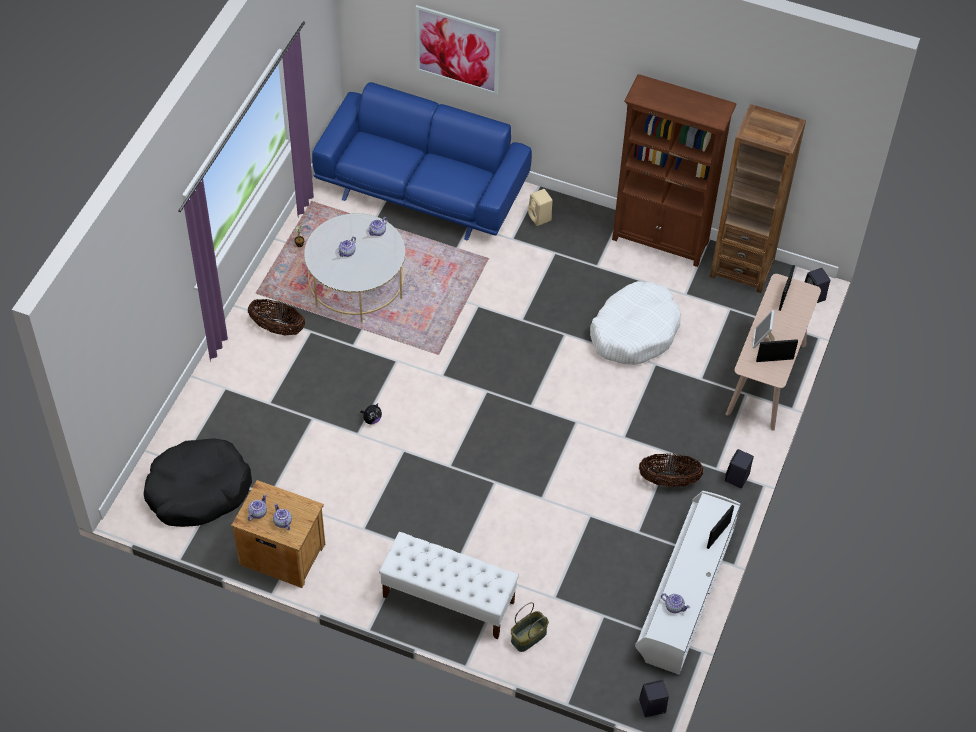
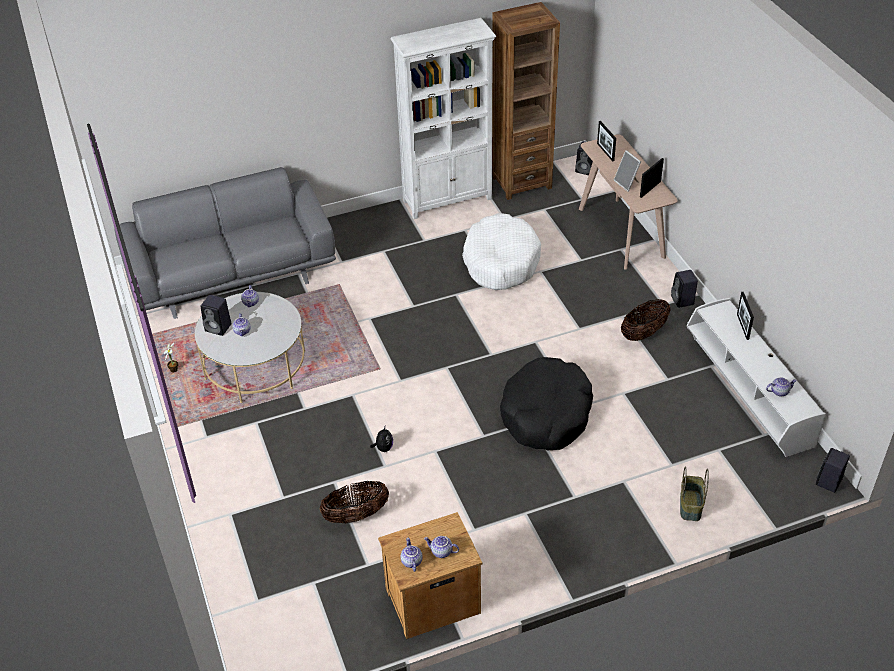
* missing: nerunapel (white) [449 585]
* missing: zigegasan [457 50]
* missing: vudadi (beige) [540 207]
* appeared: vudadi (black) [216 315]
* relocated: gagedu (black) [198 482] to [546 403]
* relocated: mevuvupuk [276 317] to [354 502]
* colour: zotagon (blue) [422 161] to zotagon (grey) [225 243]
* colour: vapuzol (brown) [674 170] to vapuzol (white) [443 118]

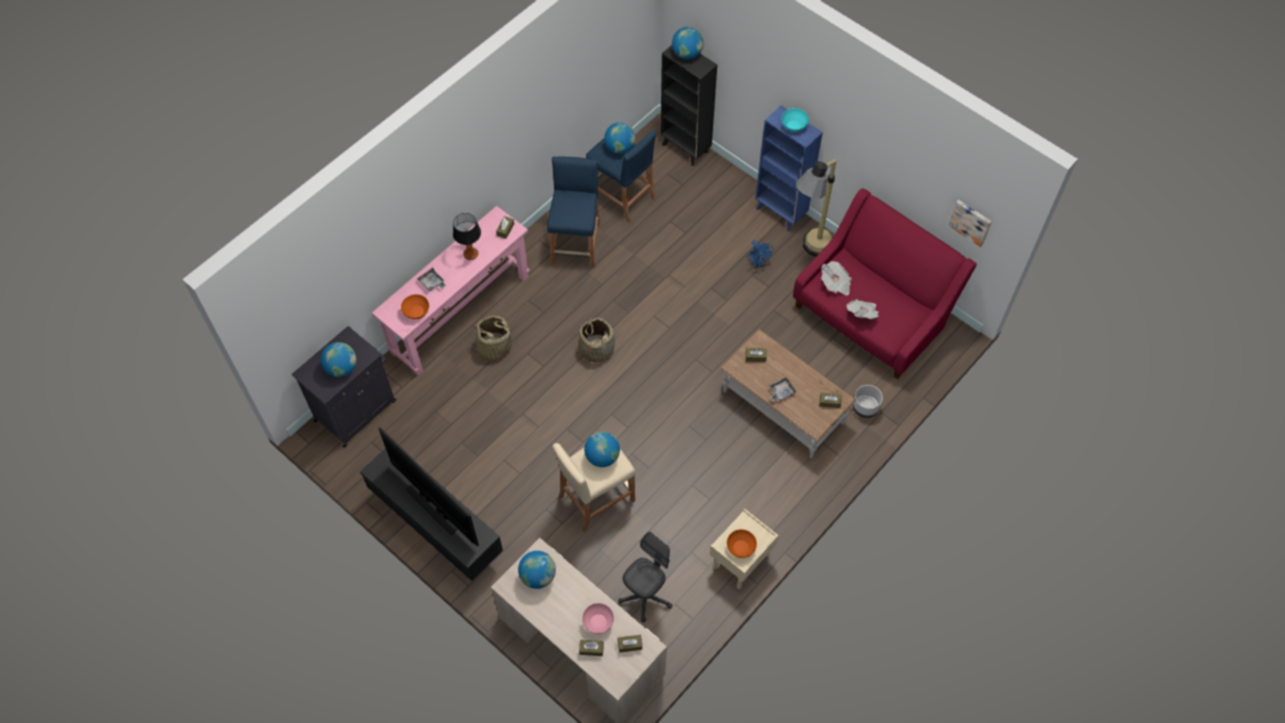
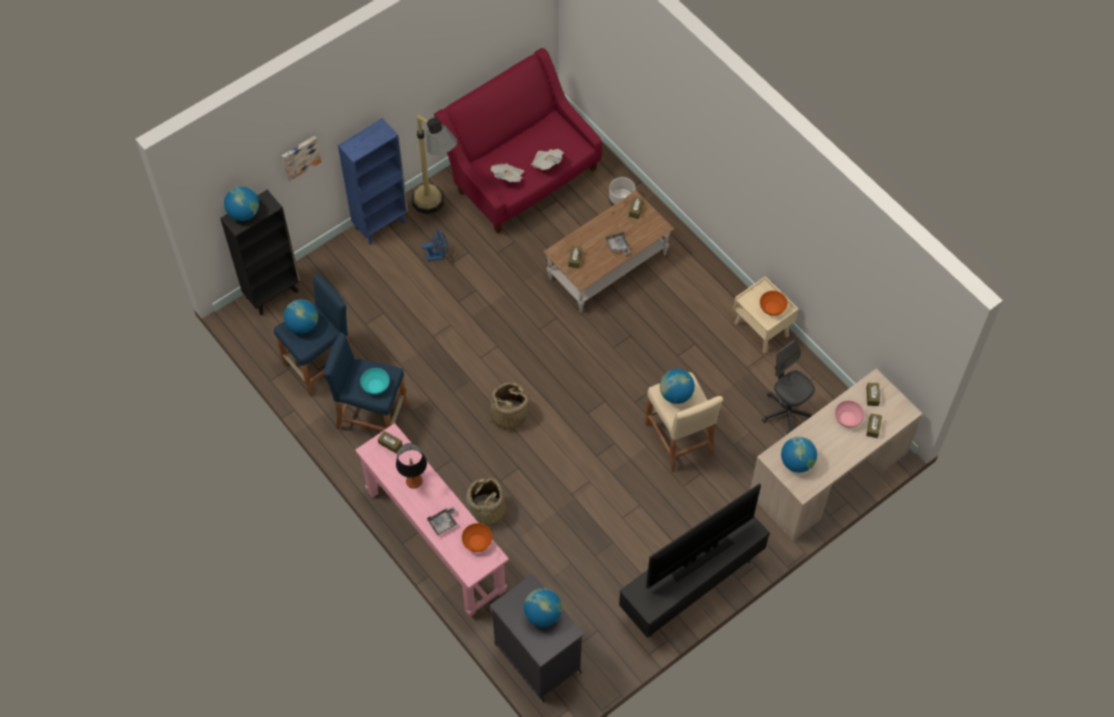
* relocated: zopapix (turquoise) [795 120] to [374 381]
* relocated: zigegasan [970 223] to [302 159]

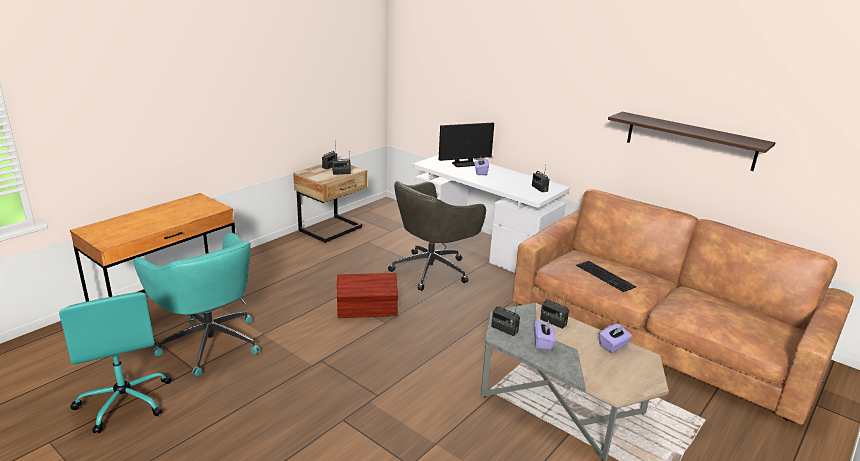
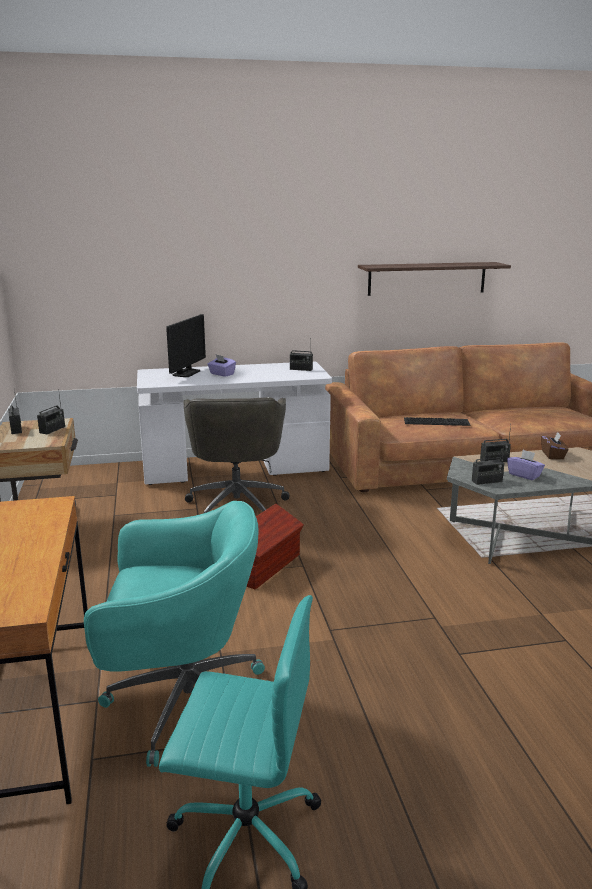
* colour: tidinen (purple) [615 338] to tidinen (brown) [554 445]

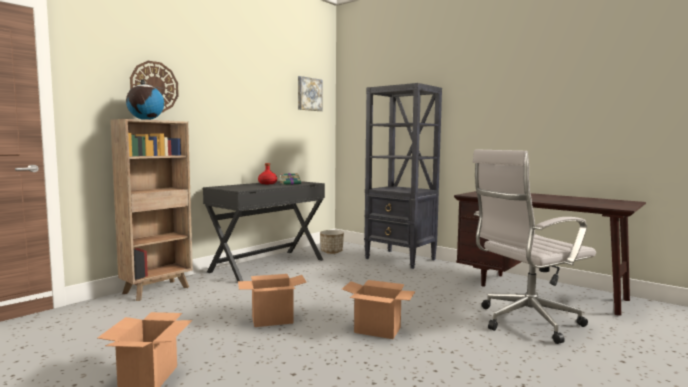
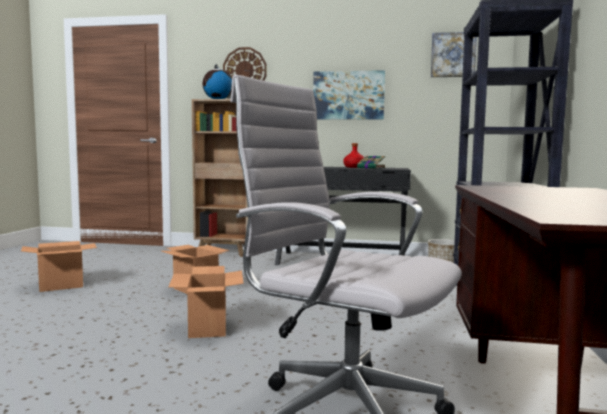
* appeared: zigegasan [349 95]

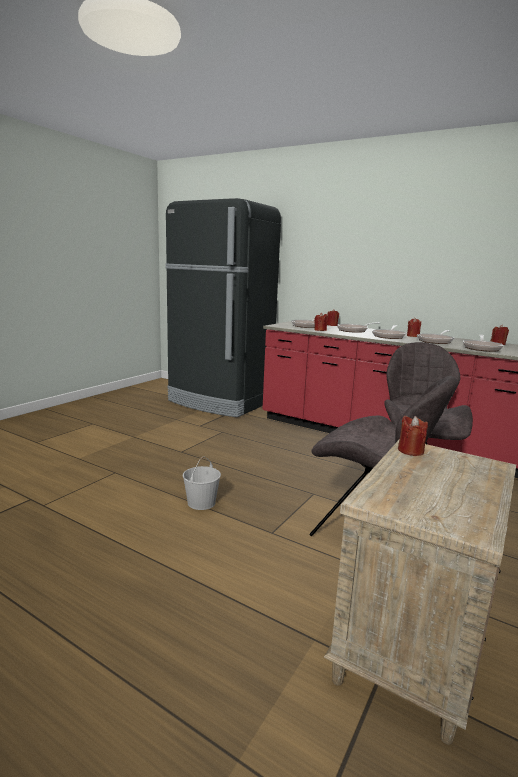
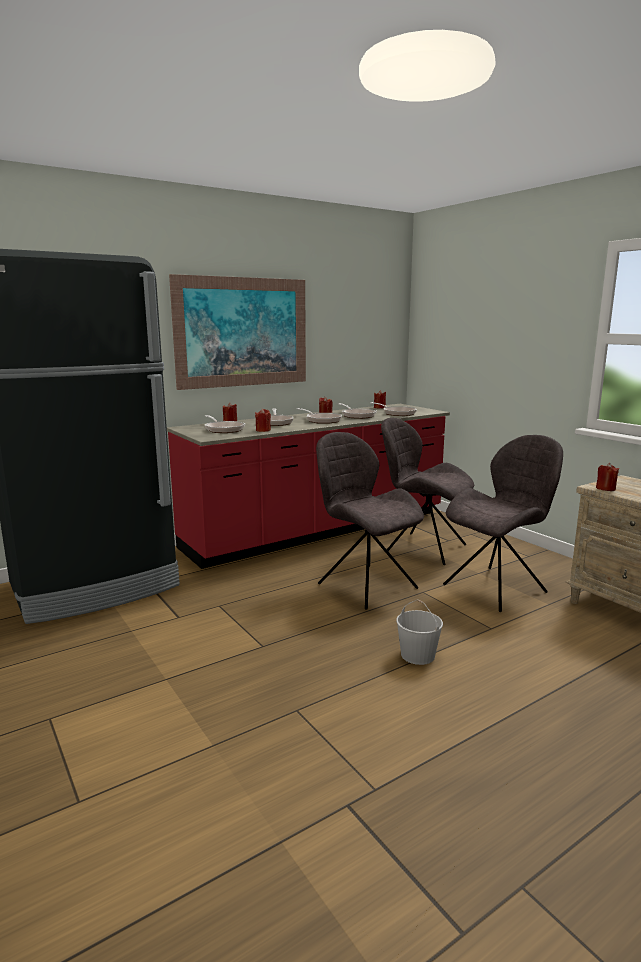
* appeared: zigegasan [237 332]
* appeared: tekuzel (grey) [370 521]

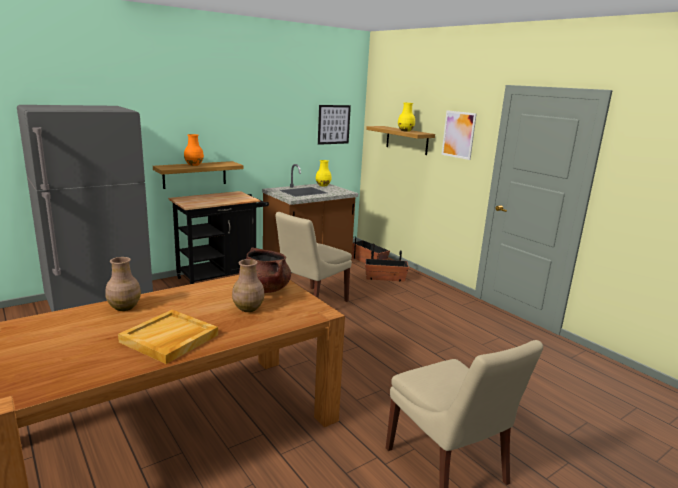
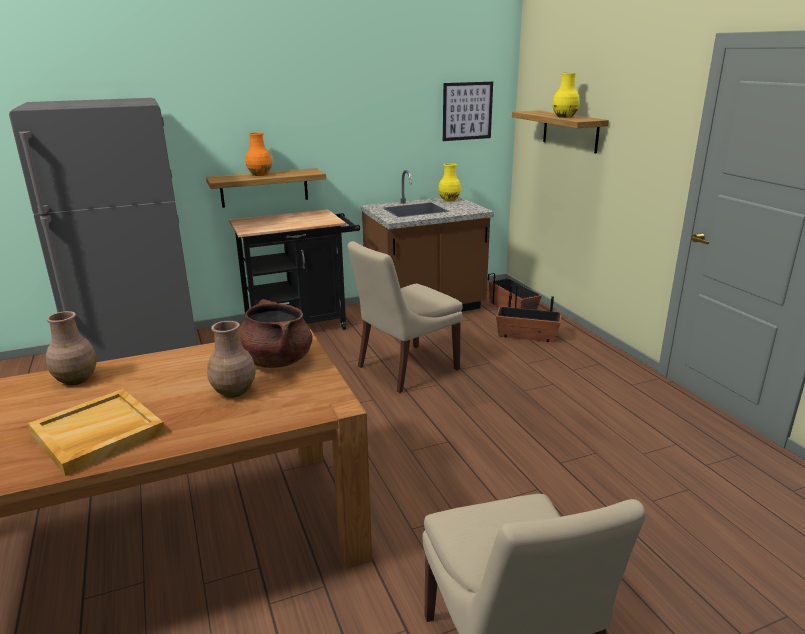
* missing: zigegasan [459 135]

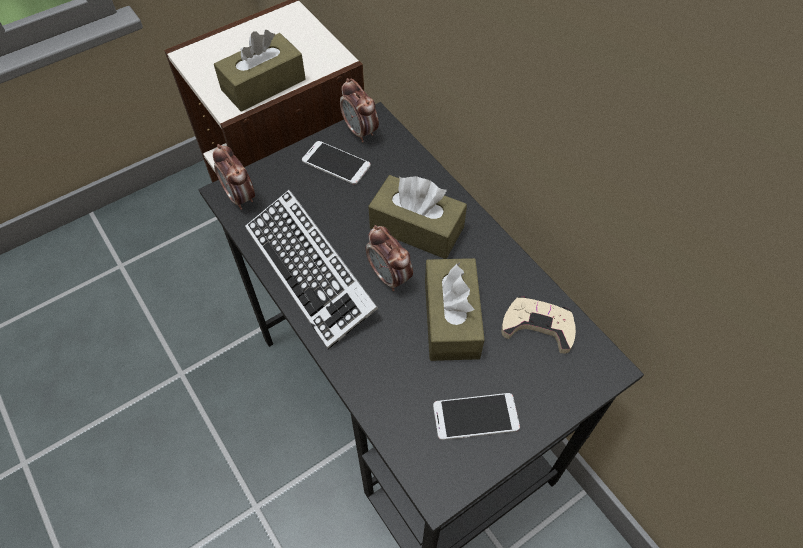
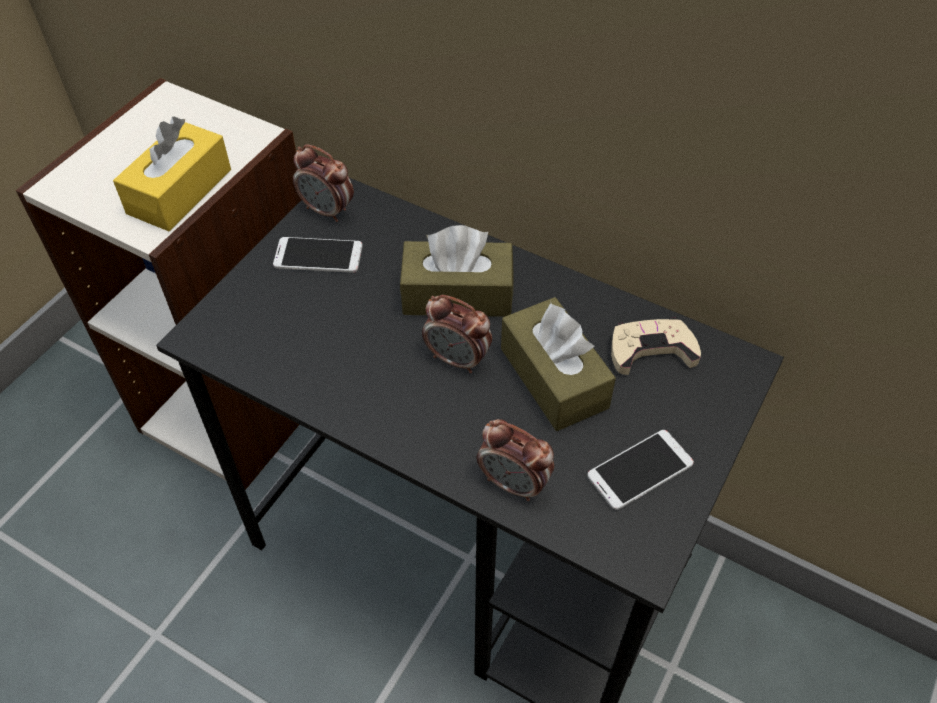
* missing: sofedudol [311 269]
* relocated: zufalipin [234 177] to [515 460]
* colour: tidinen (brown) [260 71] to tidinen (yellow) [172 173]

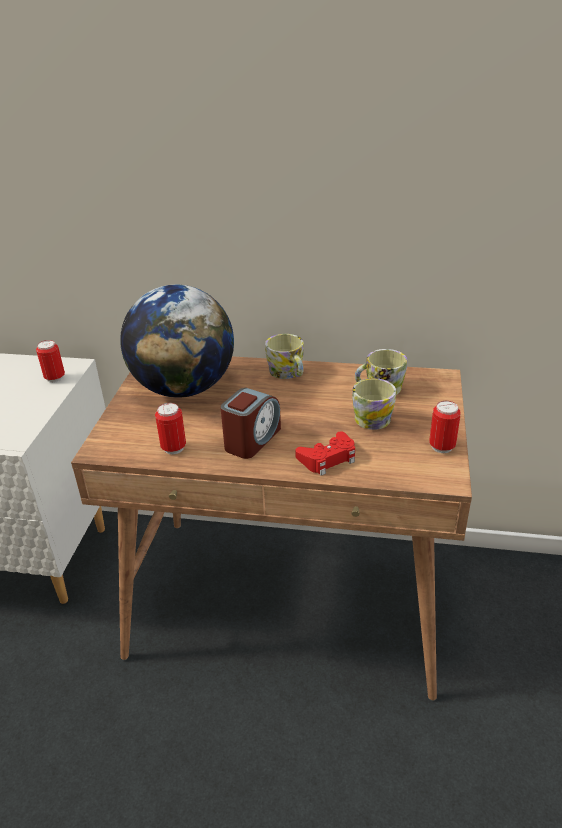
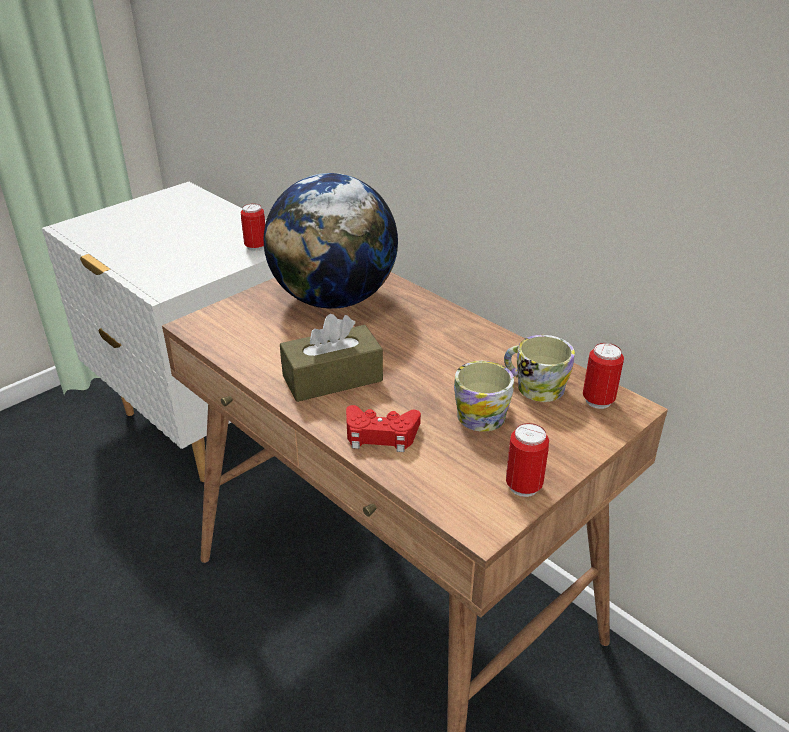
* missing: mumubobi [284 356]
* relocated: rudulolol [170 428] to [603 376]
* exchanged: zufalipin [251 423] to tidinen (brown) [331 358]

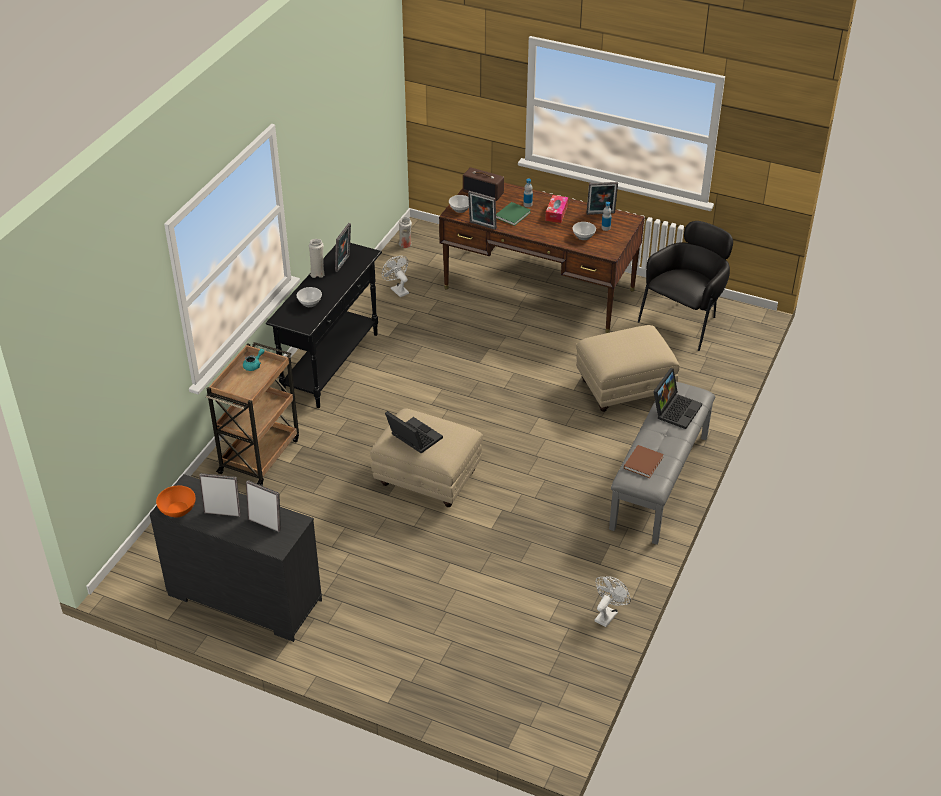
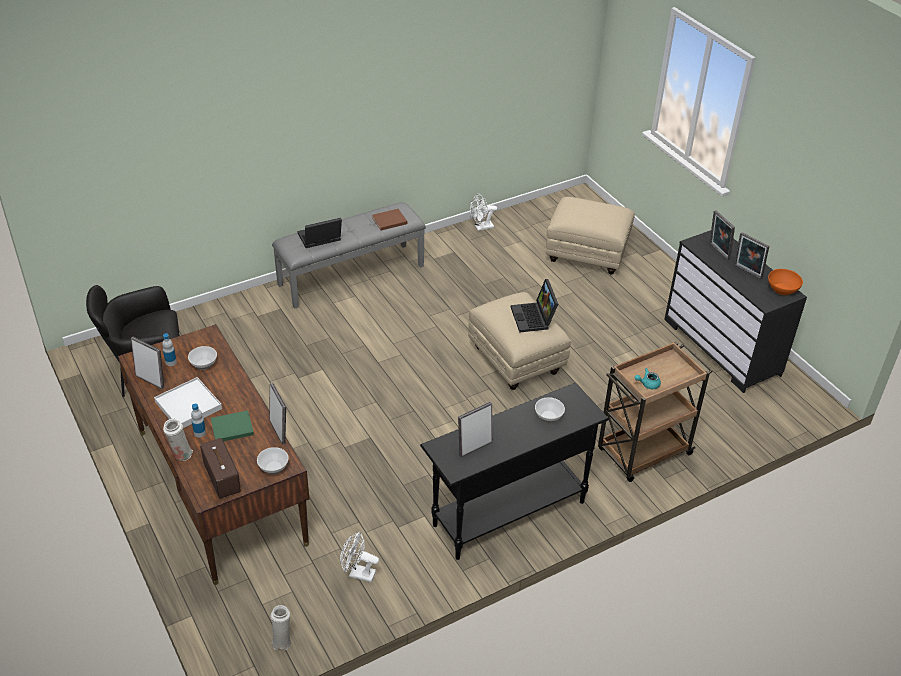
* relocated: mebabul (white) [317 258] to [178 440]
* relocated: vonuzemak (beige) [628 368] to [590 235]
* exchanged: tidinen [556 209] to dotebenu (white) [188 402]
* spun: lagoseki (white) [395 276] = [359 557] 105 degrees clockwise

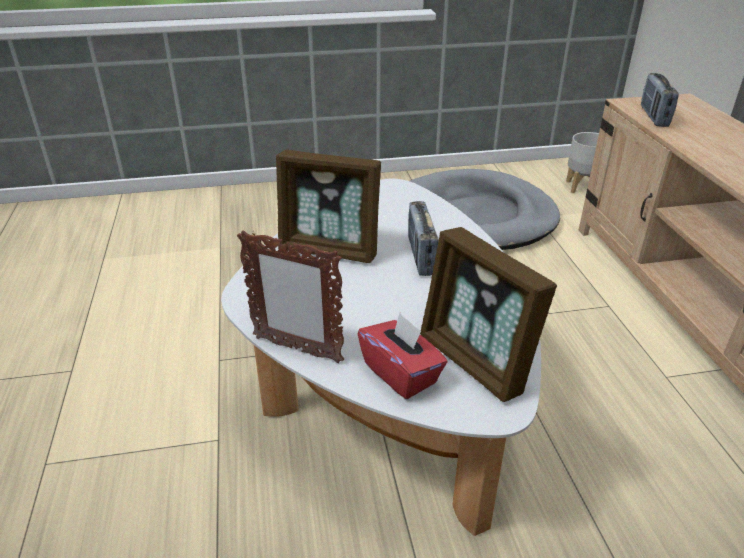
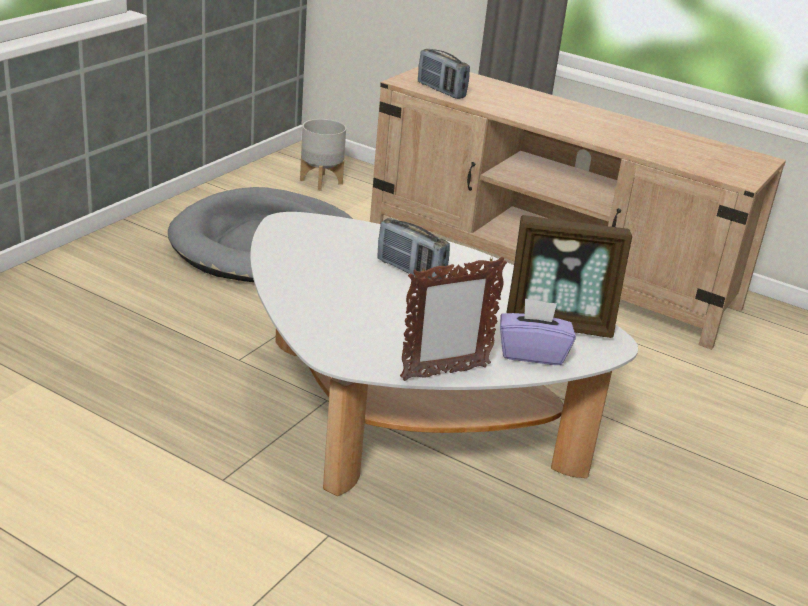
* missing: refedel [328 206]
* colour: tidinen (red) [403 356] to tidinen (purple) [538 331]

